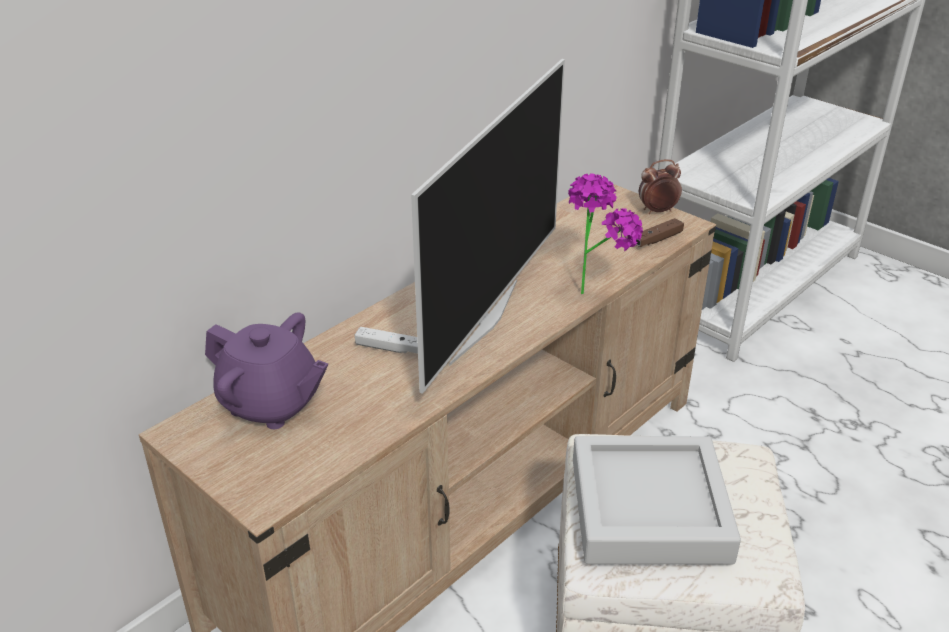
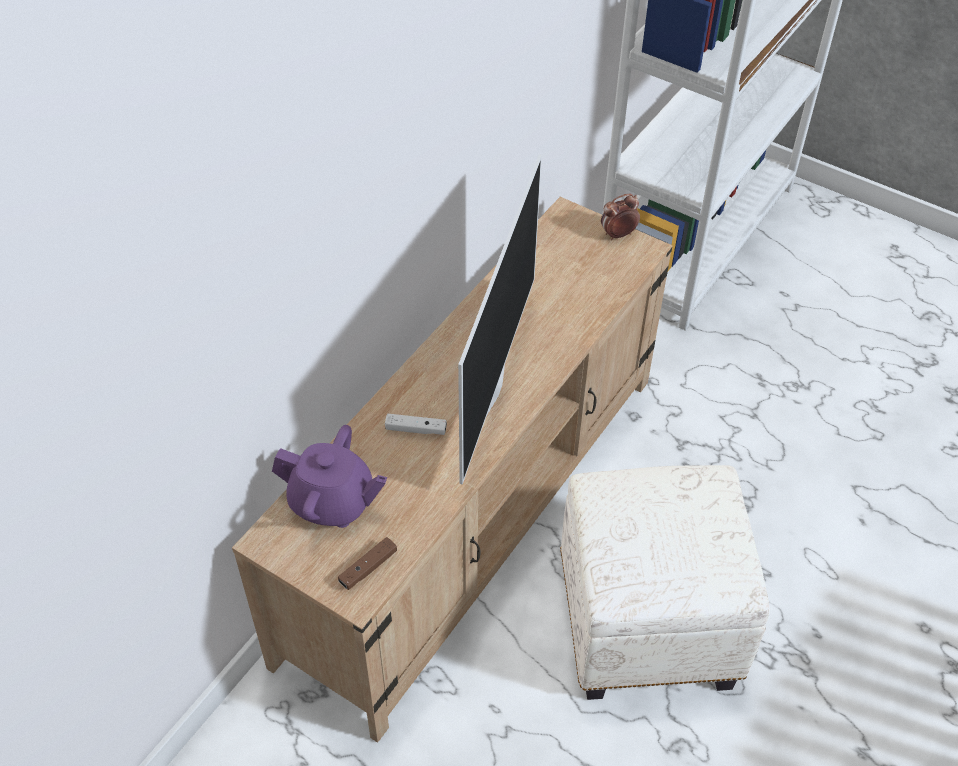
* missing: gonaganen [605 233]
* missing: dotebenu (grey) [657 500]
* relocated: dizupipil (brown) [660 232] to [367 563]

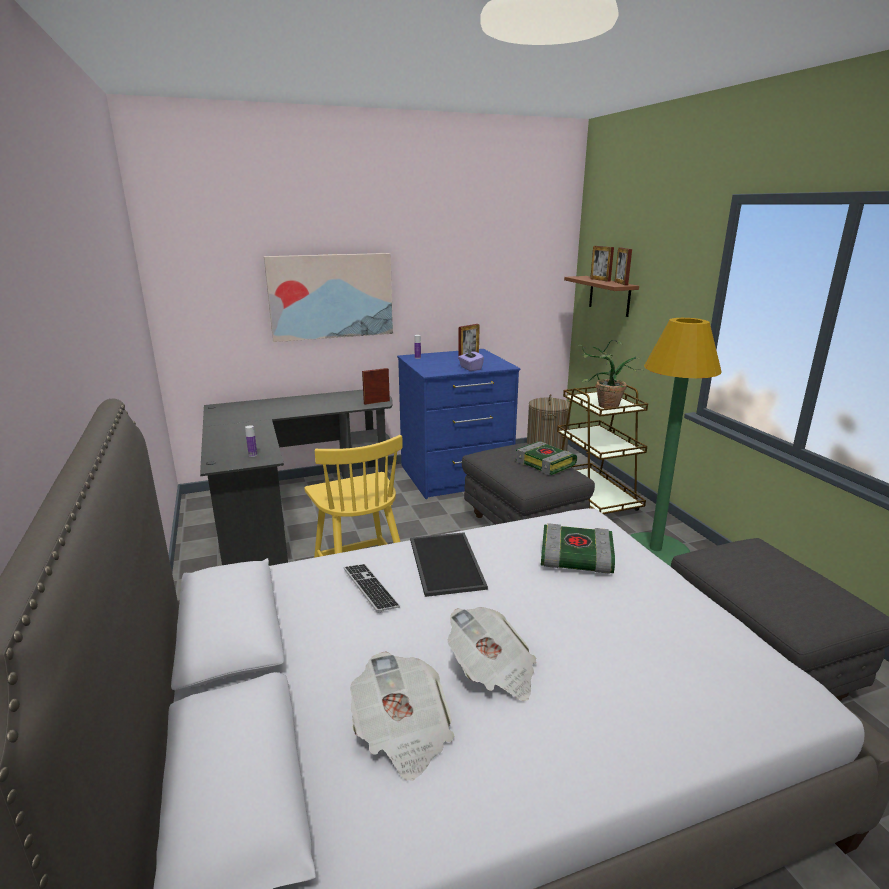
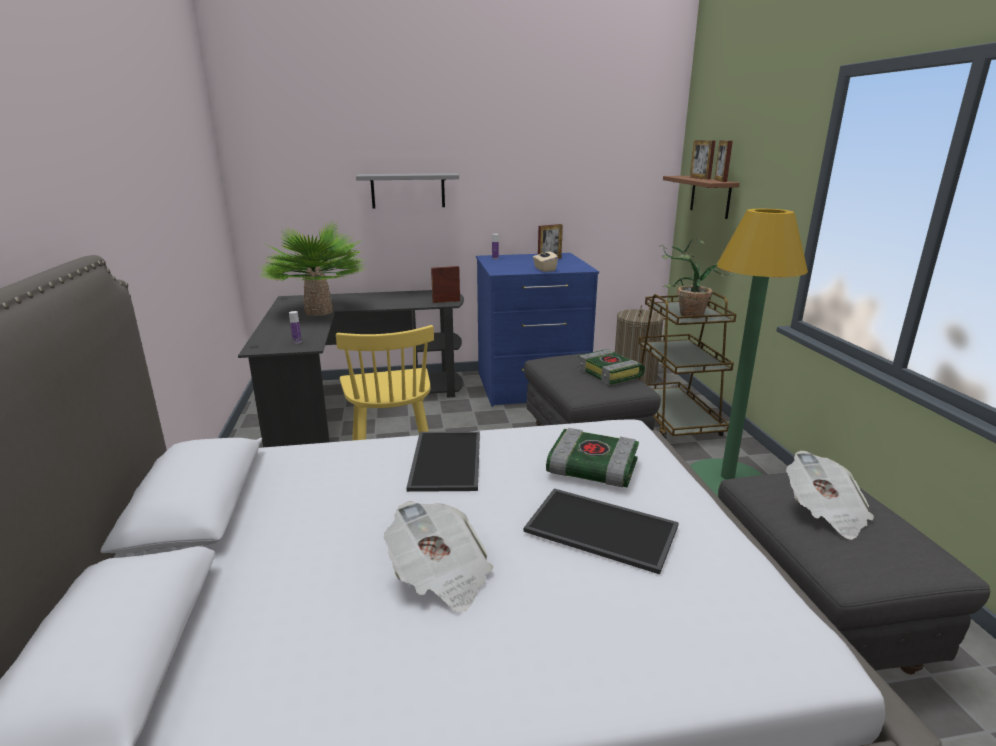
* missing: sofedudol [371 588]
* appeared: gonaganen [311 268]
* appeared: dotebenu [601 531]
* relocated: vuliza [402 716] to [830 495]
* exchanged: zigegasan [328 297] to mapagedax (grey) [407 191]
* colour: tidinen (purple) [471 360] to tidinen (beige) [545 259]

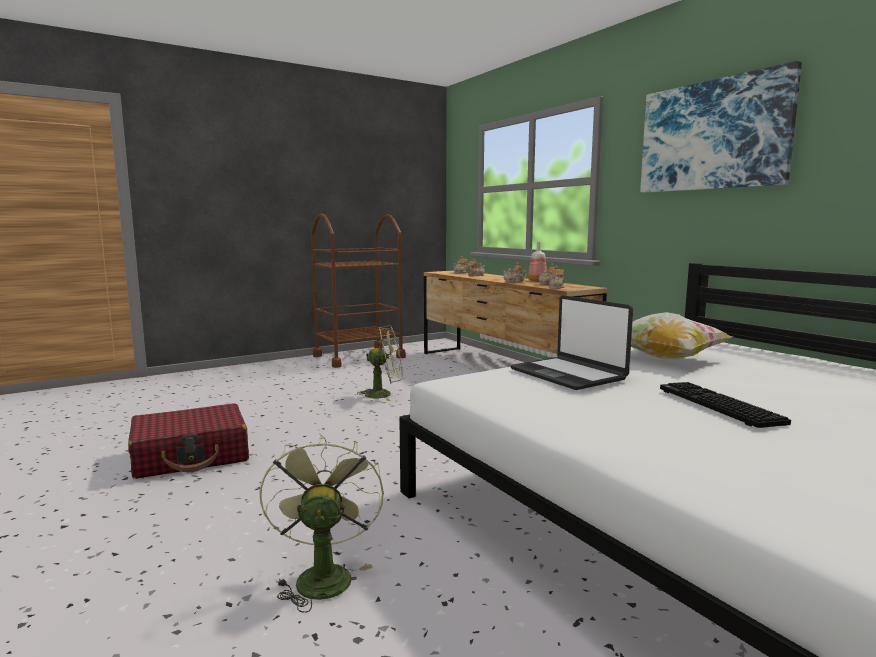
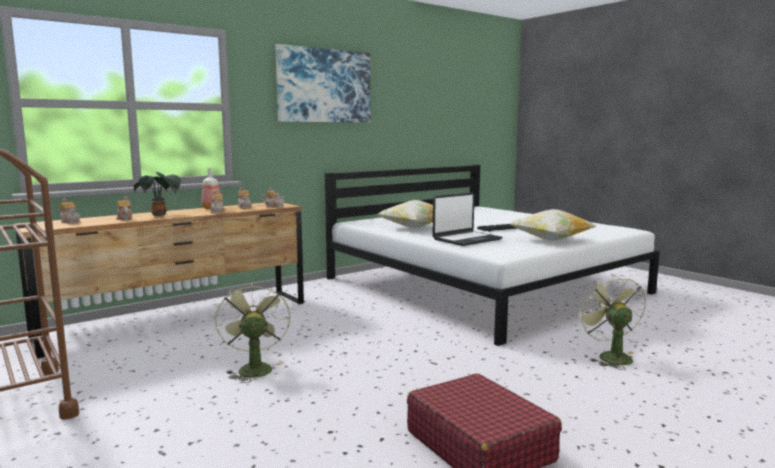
* appeared: gonaganen [157 194]
* appeared: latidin [552 225]
* spun: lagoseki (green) [322 523] = [611 322] 90 degrees clockwise

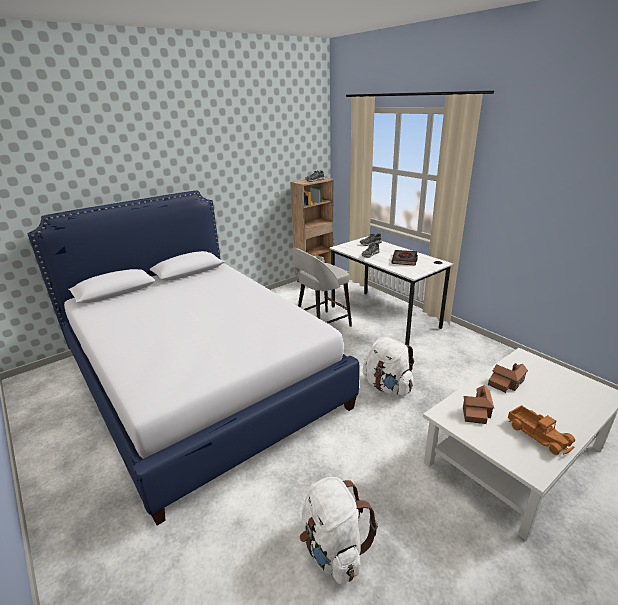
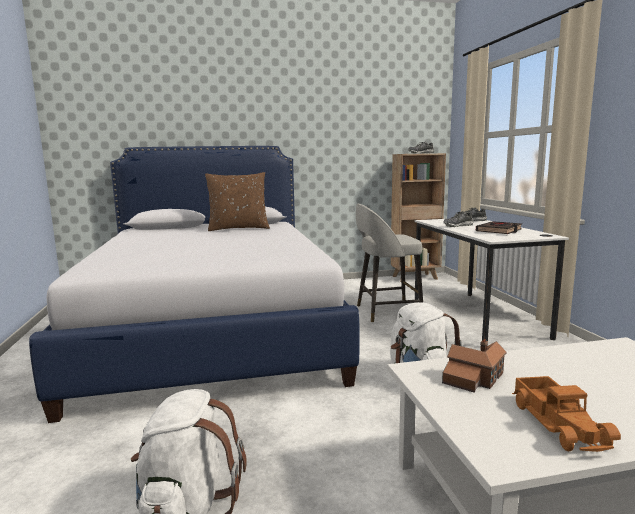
* missing: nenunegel [508 378]
* appeared: latidin (brown) [237 201]

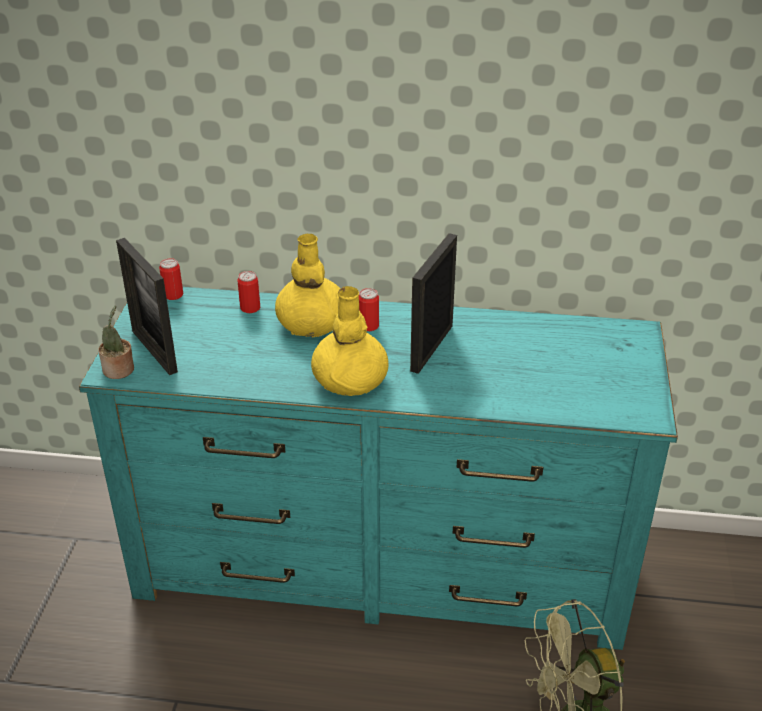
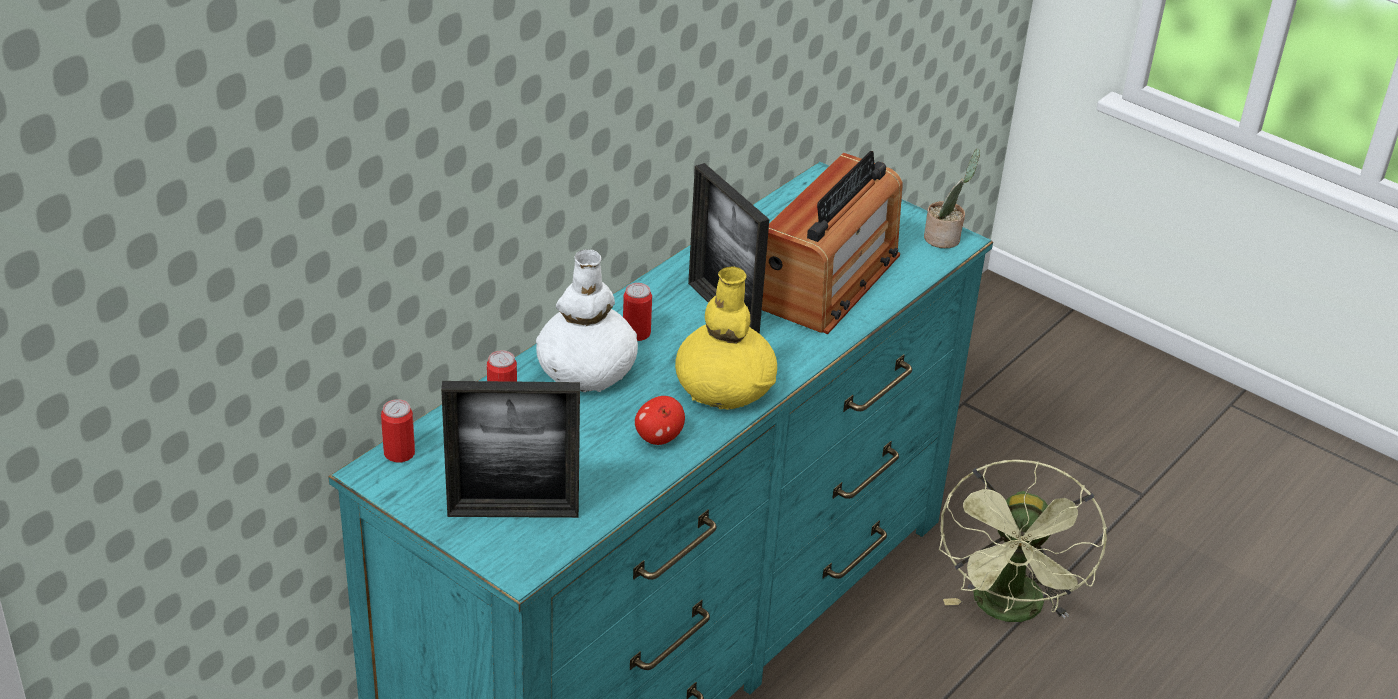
* appeared: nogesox [660 420]
* appeared: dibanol [832 242]
* relocated: gonaganen [116 342] to [952 198]
* colour: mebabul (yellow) [307 285] to mebabul (white) [587 320]

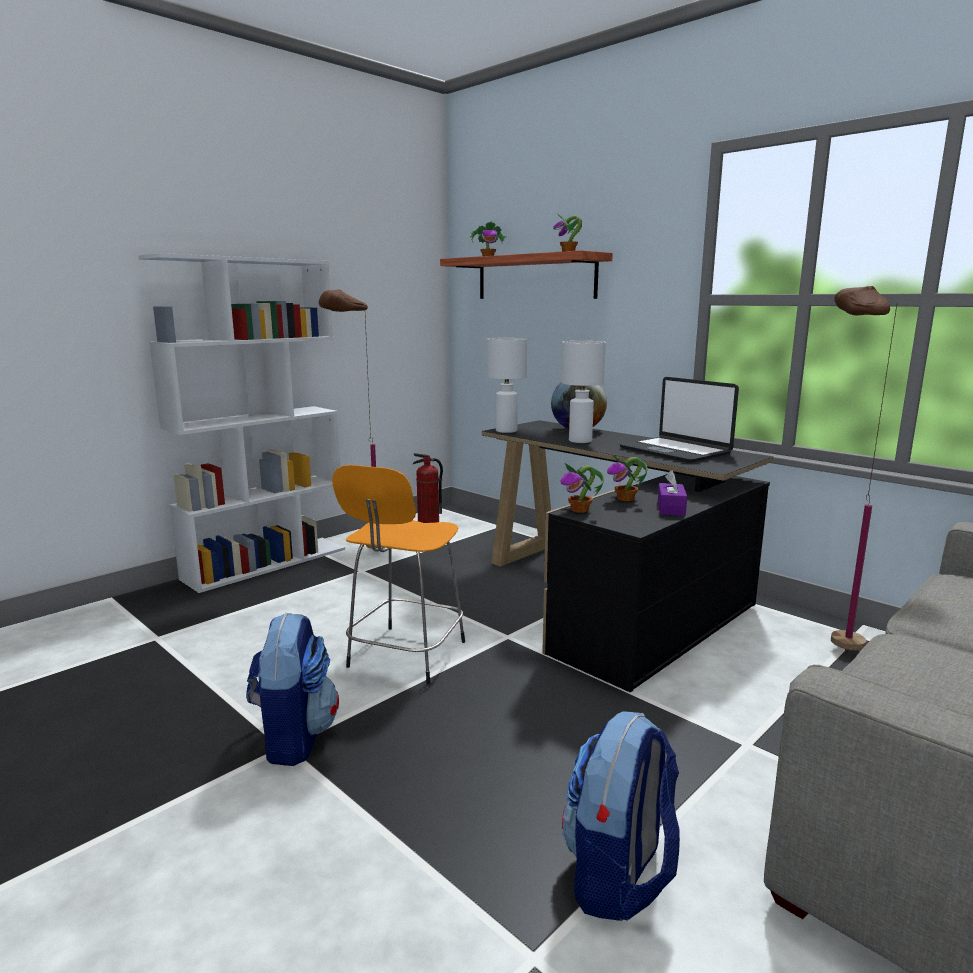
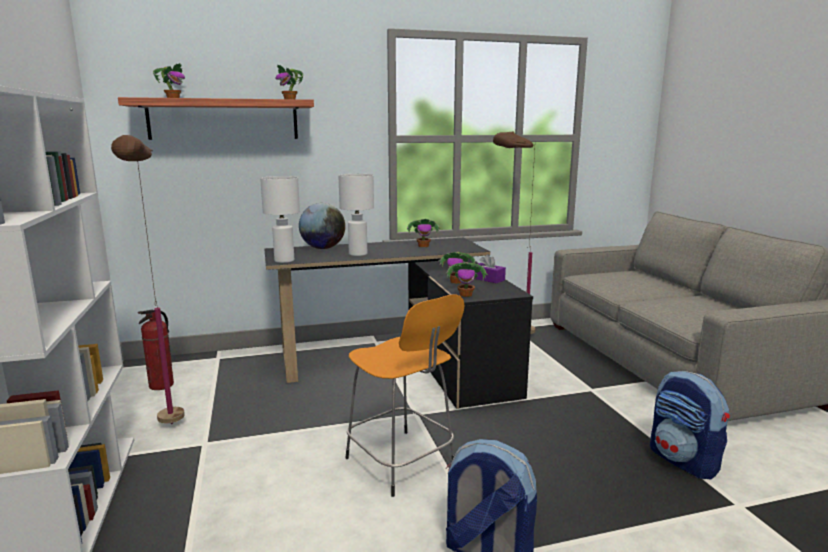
* exchanged: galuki [679 420] to gonaganen [423 233]

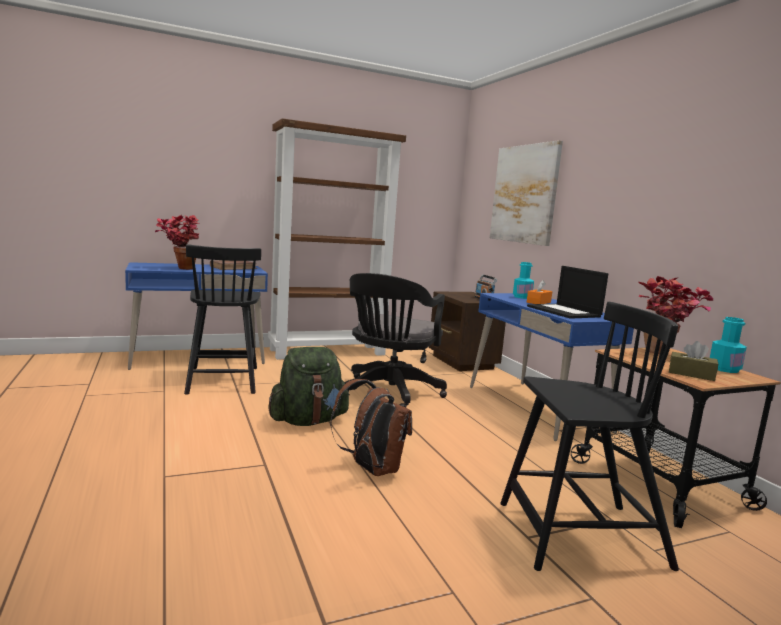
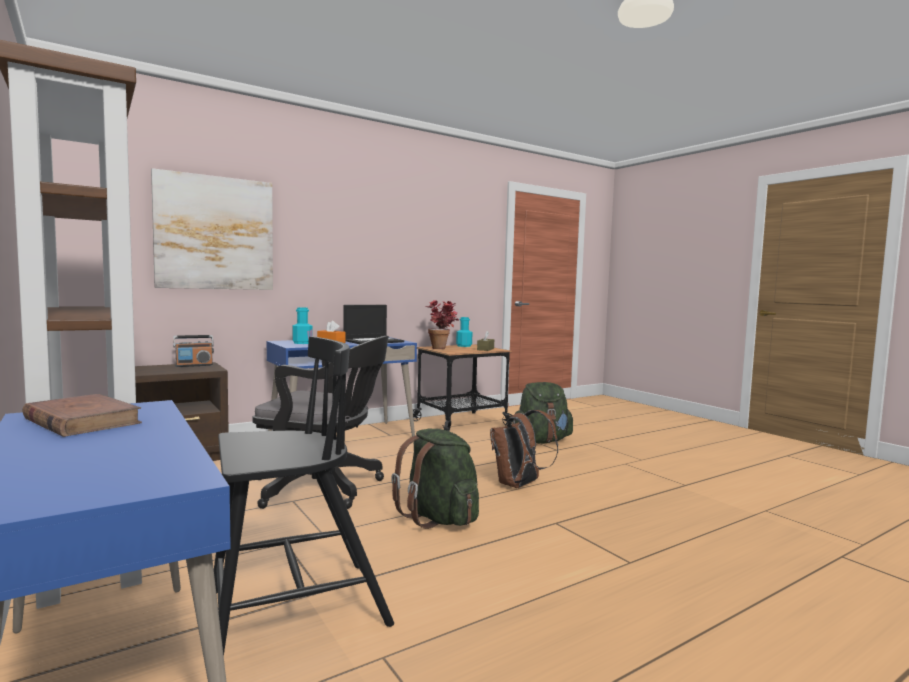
* missing: gonaganen [177 242]
* exchanged: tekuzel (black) [589 436] to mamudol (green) [542 413]

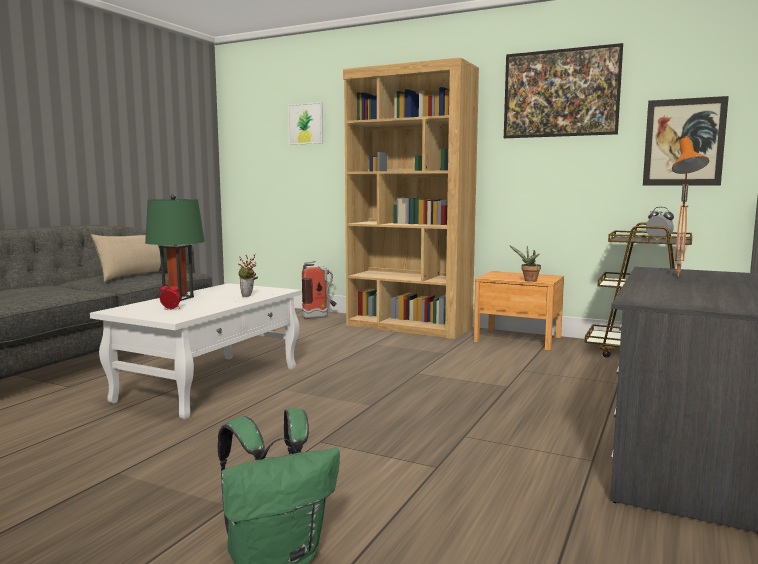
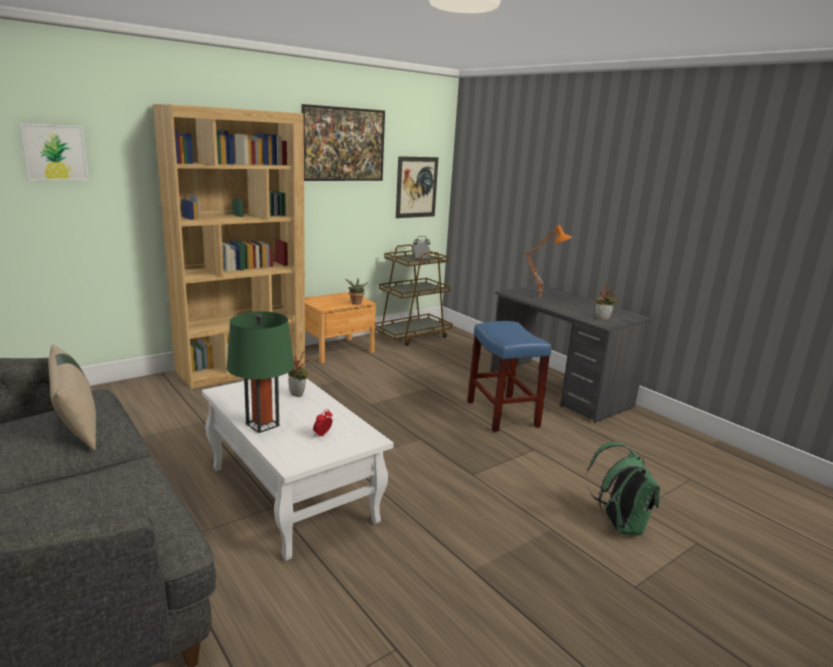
* missing: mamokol [319 290]
* appeared: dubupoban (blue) [509 376]
* appeared: gonaganen [606 302]

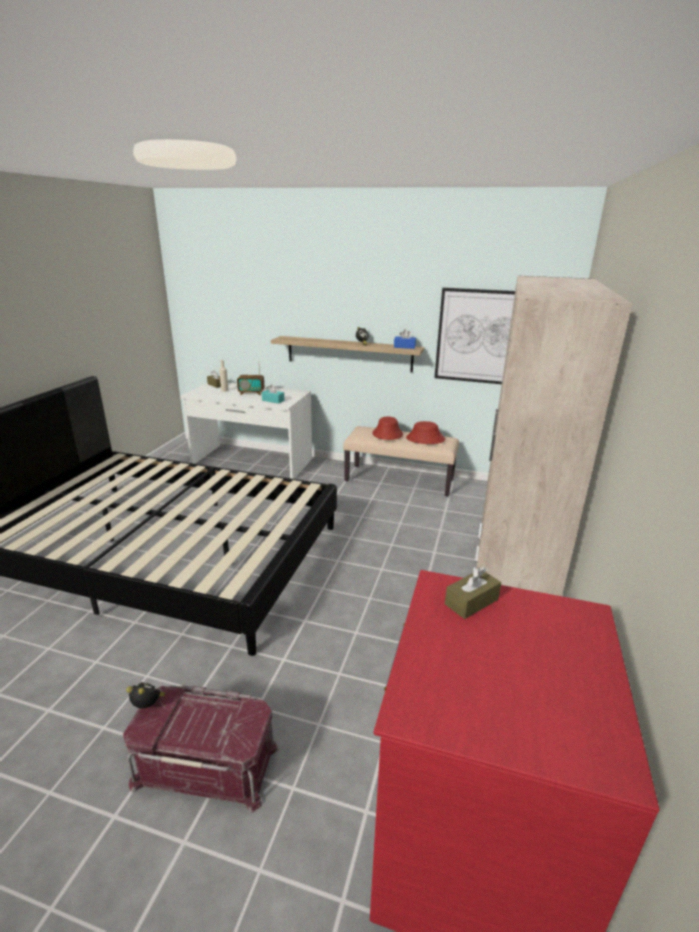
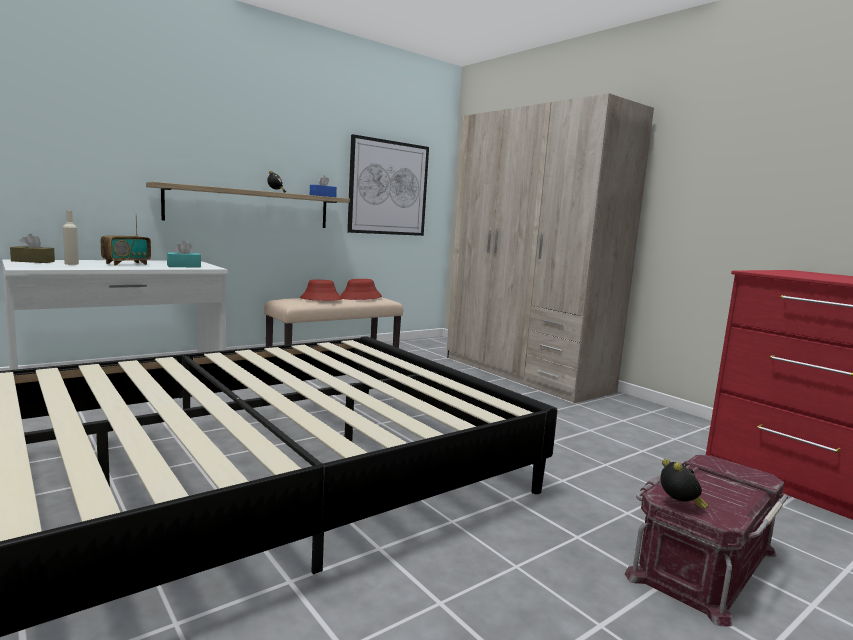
* missing: tidinen (brown) [473 593]
* spun: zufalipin [145 695] = [684 484] 120 degrees clockwise

